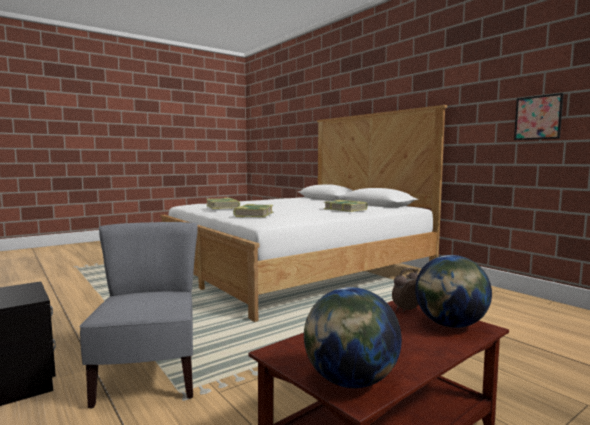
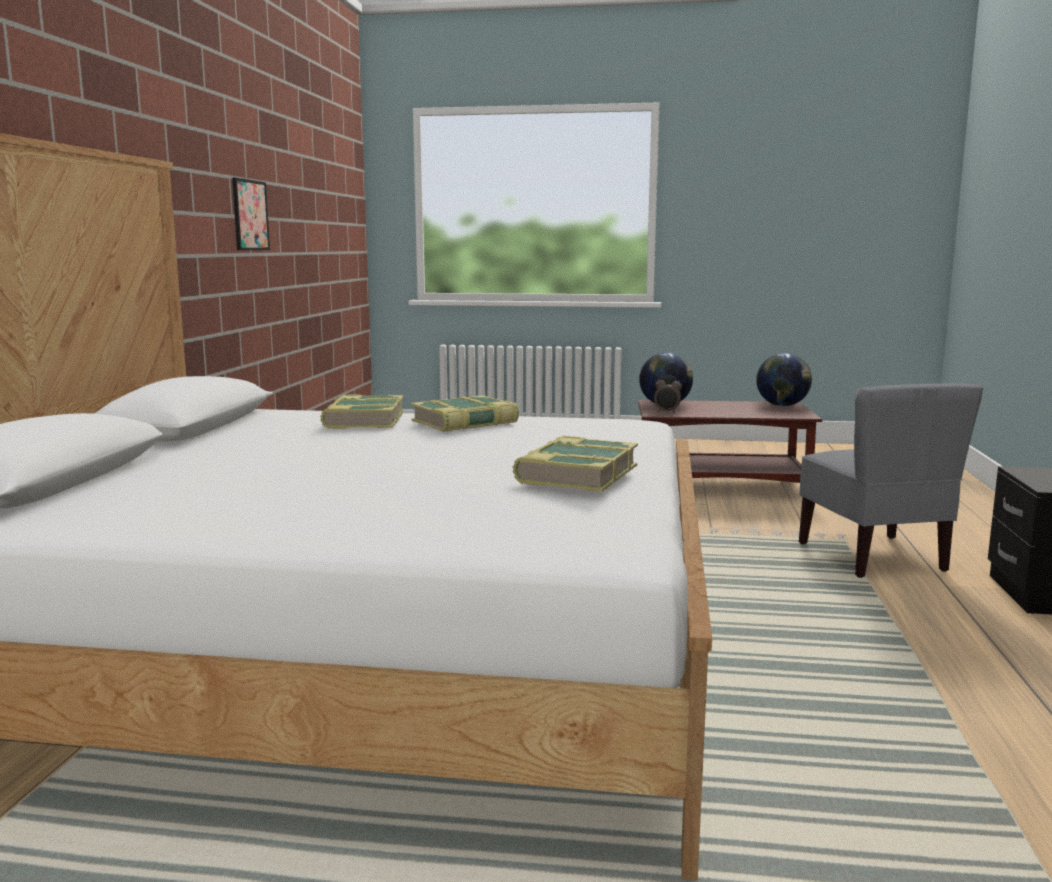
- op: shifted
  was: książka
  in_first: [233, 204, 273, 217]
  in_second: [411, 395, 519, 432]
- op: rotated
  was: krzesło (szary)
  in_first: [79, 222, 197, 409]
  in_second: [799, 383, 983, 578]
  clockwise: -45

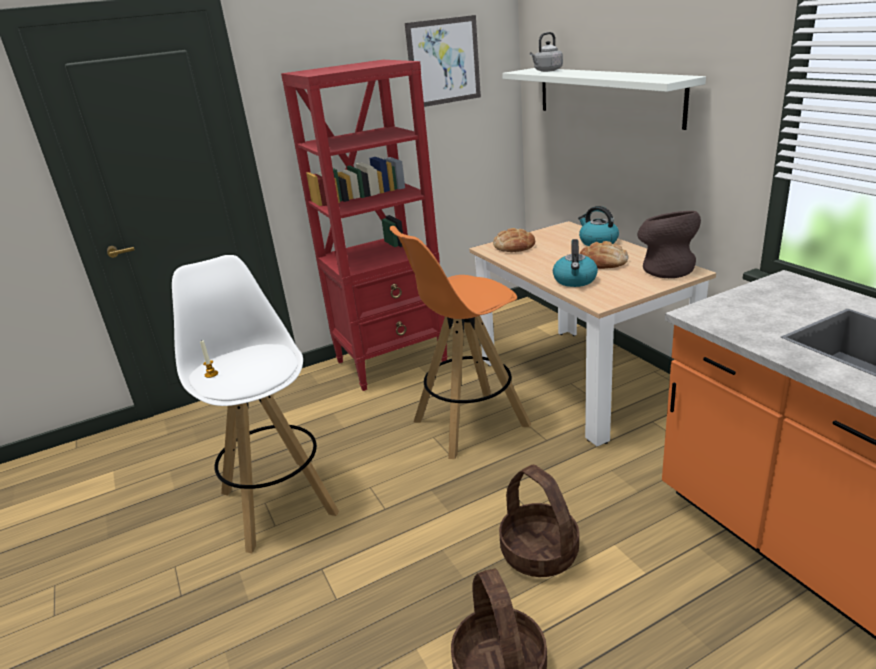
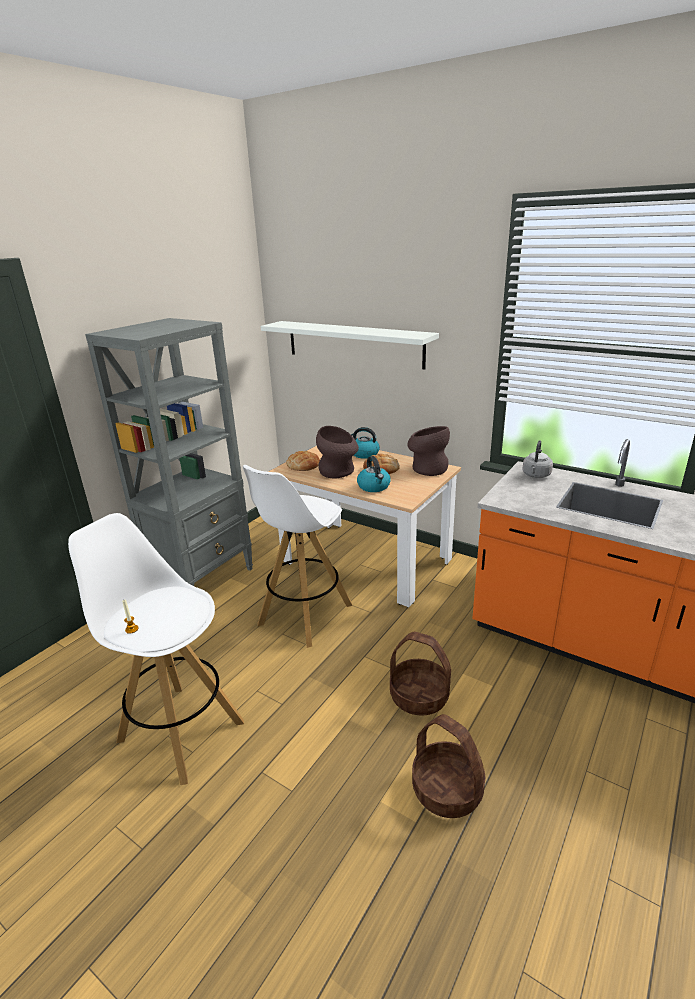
- op: repainted
  was: regał (czerwony)
  now: regał (szary)
  in_first: [281, 60, 448, 391]
  in_second: [85, 318, 253, 586]
- op: repainted
  was: stołek (pomarańczowy)
  now: stołek (biały)
  in_first: [389, 226, 531, 459]
  in_second: [243, 465, 353, 648]
- op: new
  now: wazon (brązowy)
  in_second: [316, 426, 359, 478]
- op: shifted
  was: czajnik (szary)
  in_first: [530, 32, 563, 72]
  in_second: [522, 440, 553, 478]
- op: gone
  was: obraz
  in_first: [405, 15, 481, 107]

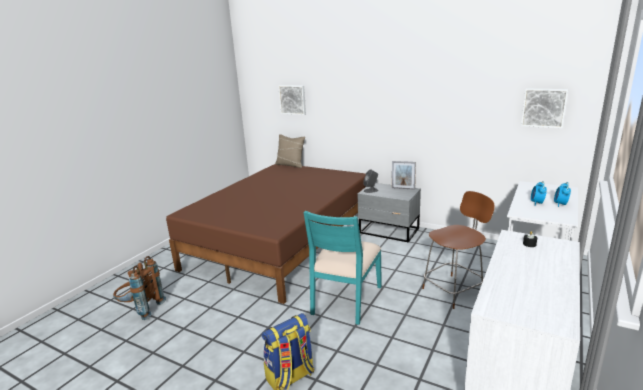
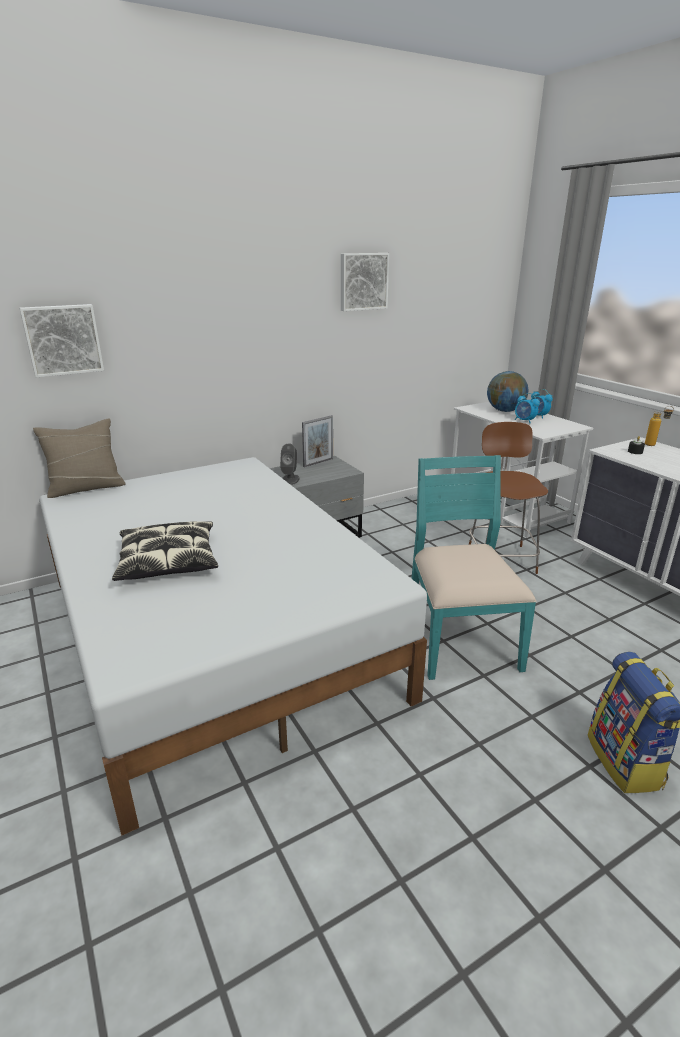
- op: repainted
  was: łóżko (brązowy)
  now: łóżko (biały)
  in_first: [166, 164, 366, 304]
  in_second: [39, 457, 427, 836]
- op: new
  now: poduszka
  in_second: [112, 521, 218, 581]
- op: shifted
  was: obraz
  in_first: [521, 89, 568, 128]
  in_second: [341, 253, 389, 311]
- op: rotated
  was: krzesło (turkusowy)
  in_first: [304, 211, 382, 325]
  in_second: [411, 455, 537, 680]
  clockwise: -150
- op: new
  now: globus
  in_second: [487, 371, 528, 412]
- op: new
  now: butelka
  in_second: [645, 406, 674, 446]
- op: gone
  was: plecak (brązowy)
  in_first: [113, 256, 166, 320]

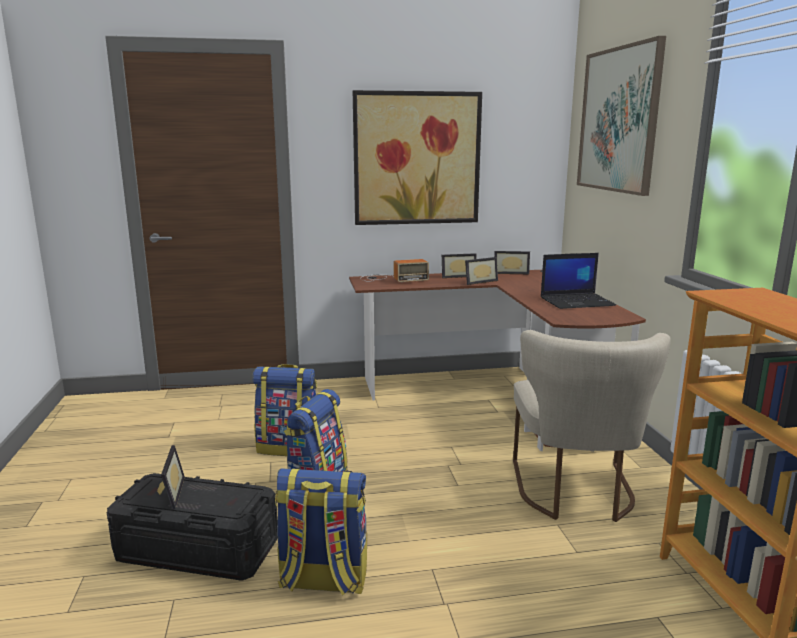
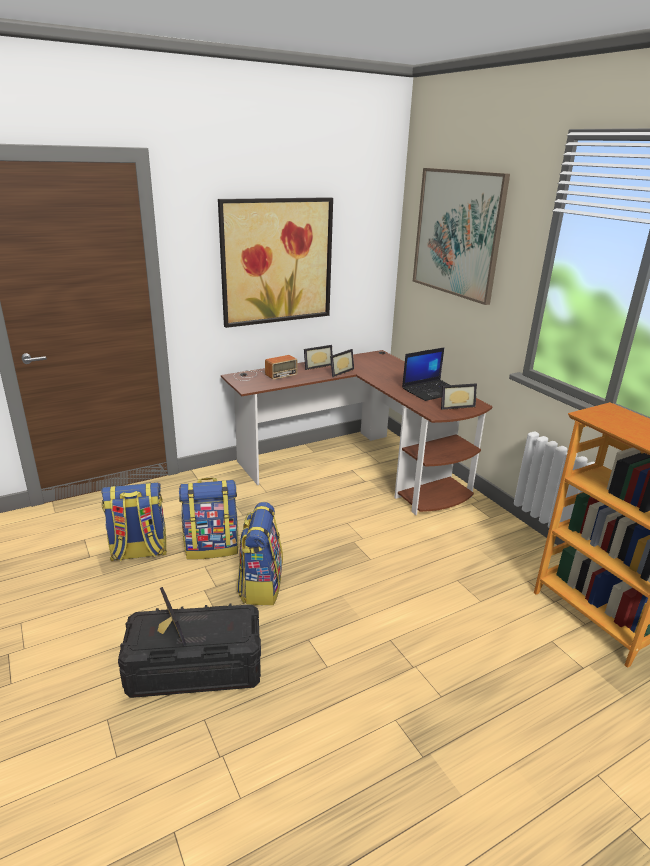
- op: shifted
  was: plecak
  in_first: [275, 468, 367, 596]
  in_second: [101, 482, 167, 561]
- op: shifted
  was: ramka na zdjęcie
  in_first: [494, 251, 530, 274]
  in_second: [441, 383, 477, 410]
- op: gone
  was: krzesło (beżowy)
  in_first: [513, 330, 671, 522]

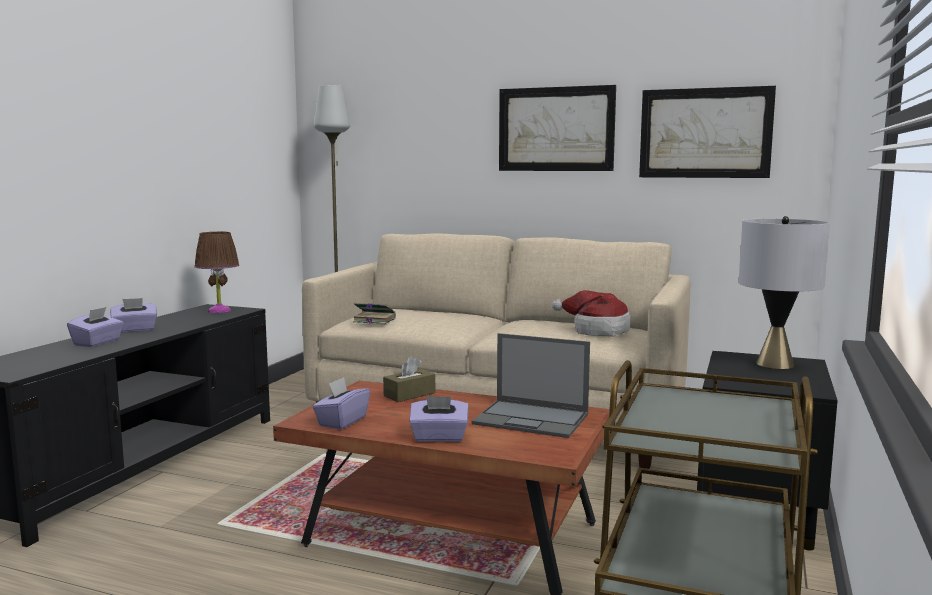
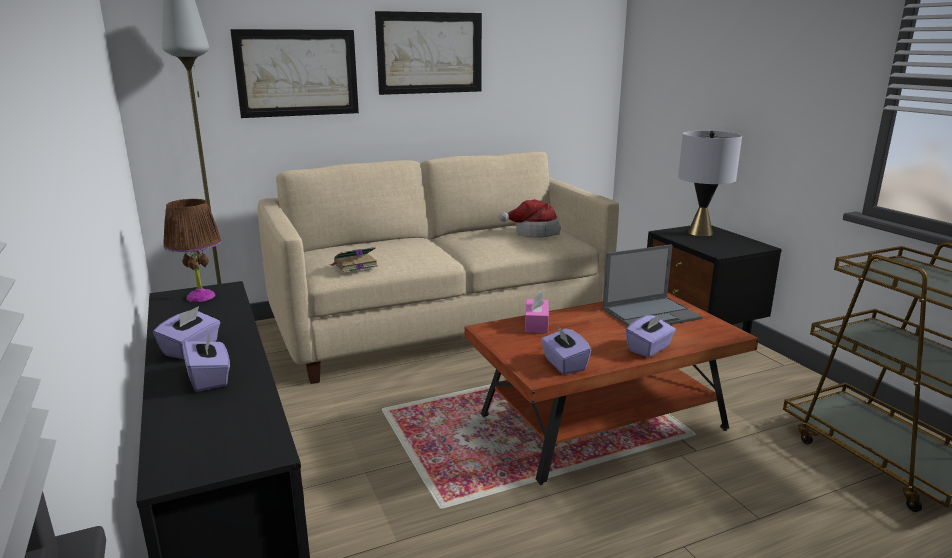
- op: shifted
  was: obraz
  in_first: [639, 86, 776, 178]
  in_second: [230, 29, 359, 118]
- op: repainted
  was: pudełko chusteczek (brązowy)
  now: pudełko chusteczek (różowy)
  in_first: [383, 356, 435, 402]
  in_second: [525, 290, 549, 333]

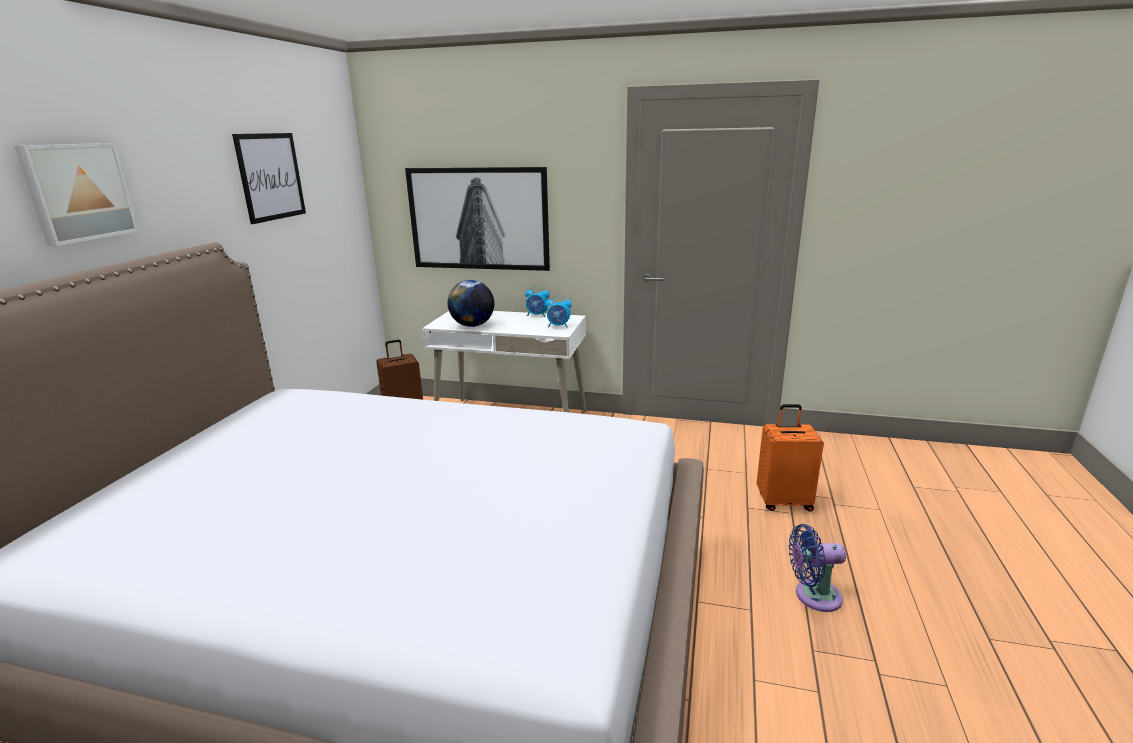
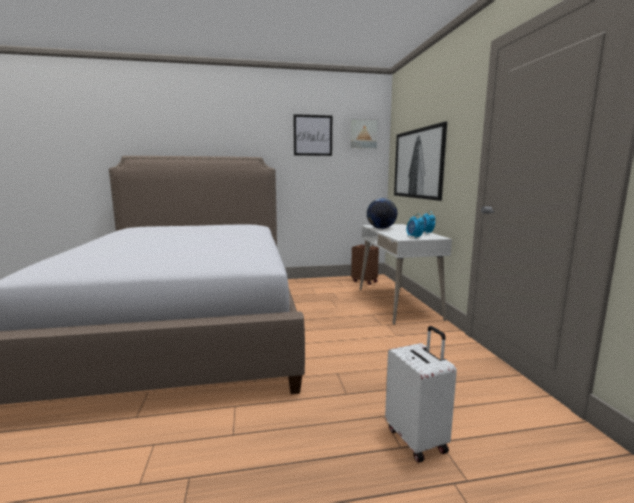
- op: shifted
  was: obraz
  in_first: [14, 143, 139, 246]
  in_second: [348, 118, 379, 150]
- op: repainted
  was: walizka (pomarańczowy)
  now: walizka (biały)
  in_first: [757, 404, 824, 512]
  in_second: [385, 326, 457, 463]
- op: gone
  was: wentylator (niebieski)
  in_first: [789, 524, 846, 612]

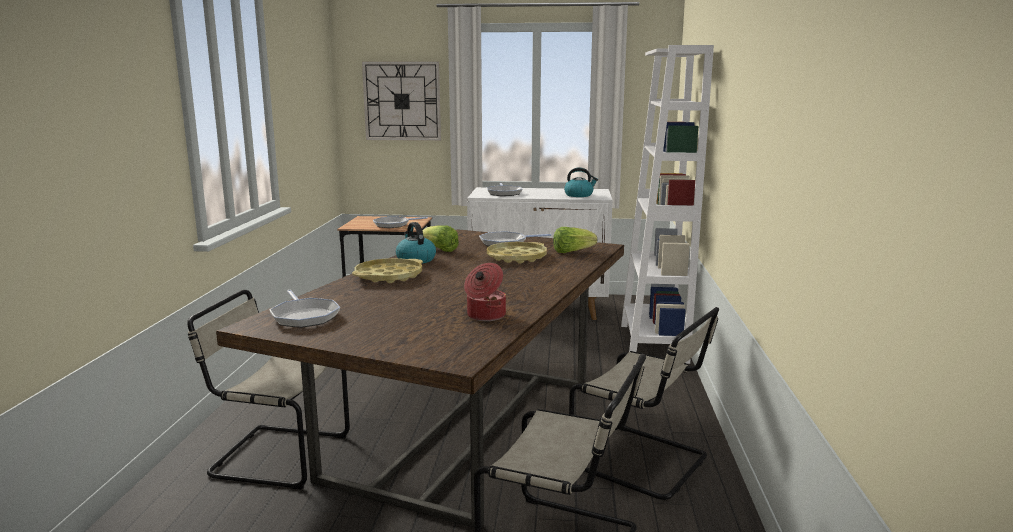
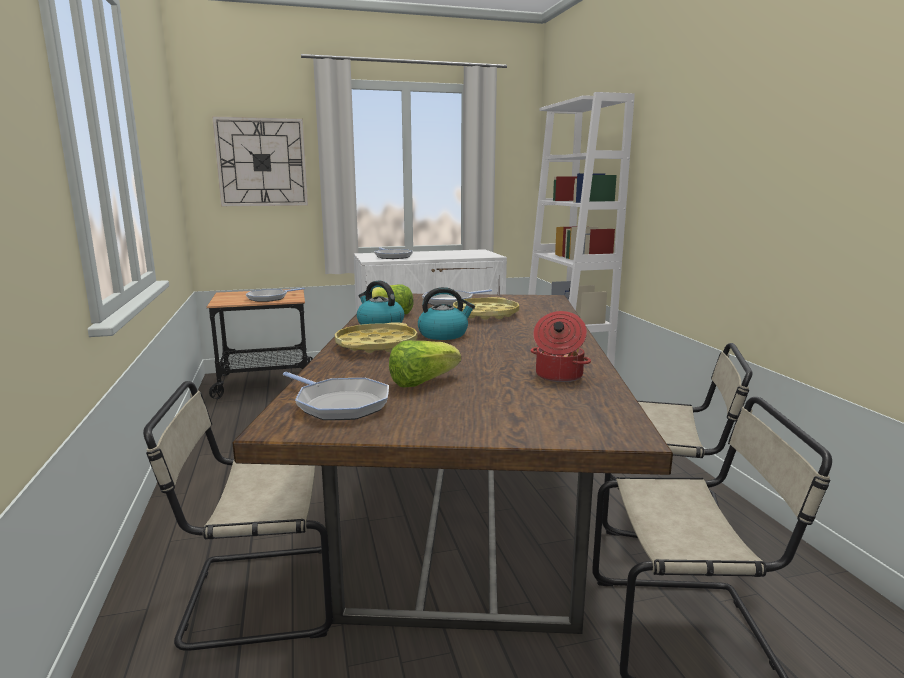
- op: shifted
  was: sałata
  in_first: [553, 227, 597, 253]
  in_second: [389, 340, 461, 387]
- op: shifted
  was: czajnik
  in_first: [564, 167, 598, 197]
  in_second: [418, 287, 475, 340]

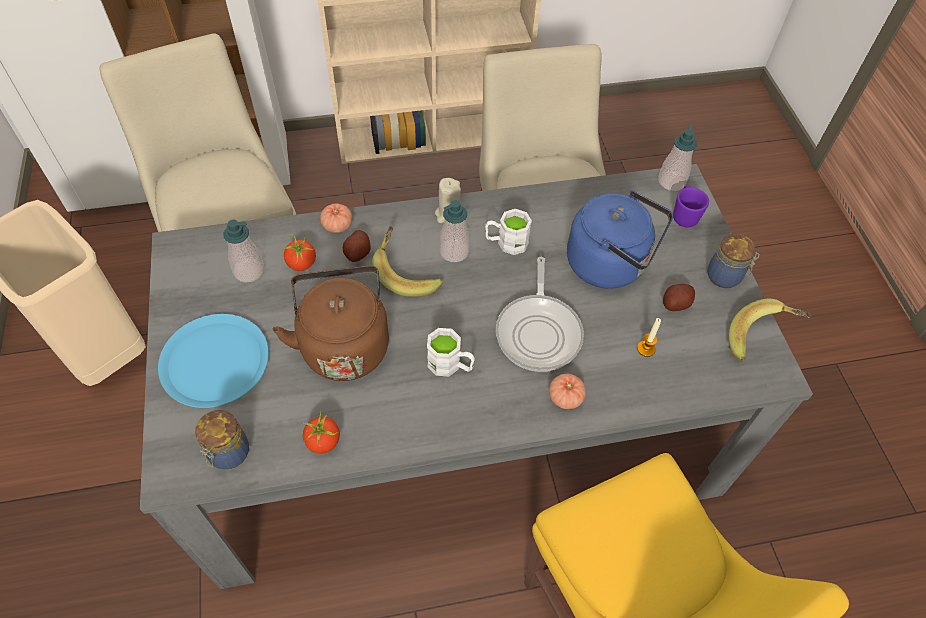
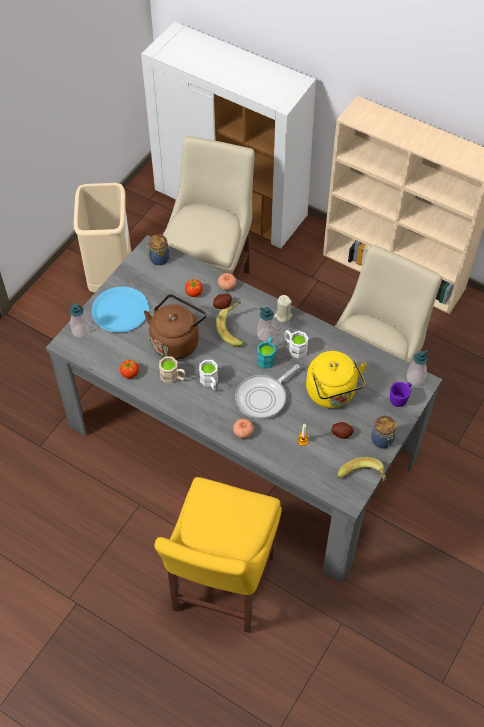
- op: shifted
  was: dozownik mydła
  in_first: [223, 219, 264, 282]
  in_second: [69, 303, 90, 338]
- op: shifted
  was: słoik
  in_first: [195, 410, 249, 469]
  in_second: [147, 234, 169, 265]
- op: new
  now: kubek (beżowy)
  in_second: [159, 356, 186, 384]
- op: new
  now: kubek (turkusowy)
  in_second: [257, 337, 276, 369]
- op: repainted
  was: czajnik (niebieski)
  now: czajnik (żółty)
  in_first: [567, 190, 673, 289]
  in_second: [306, 351, 367, 408]

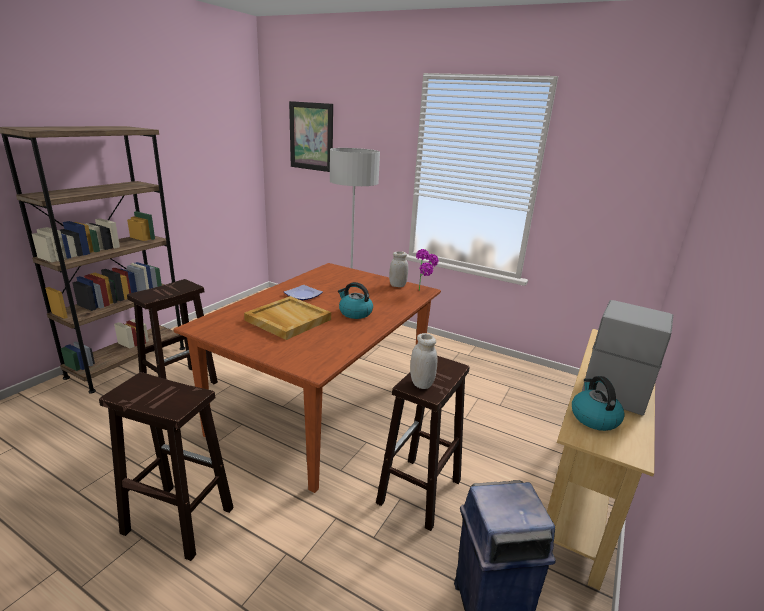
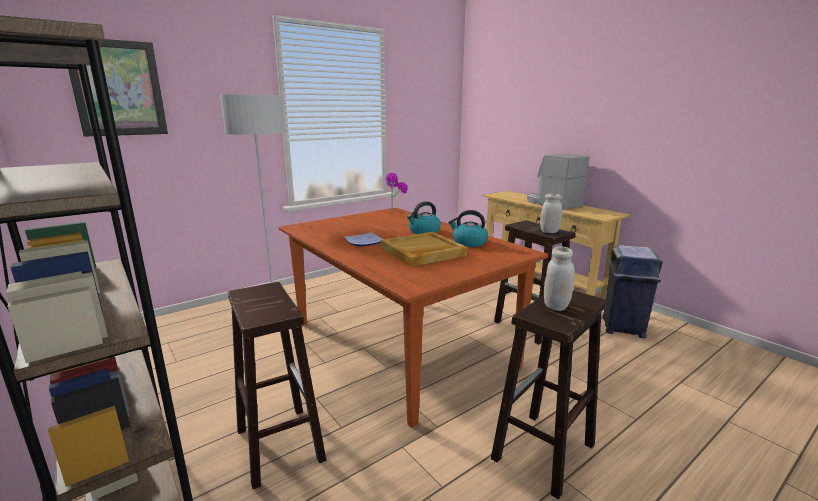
- op: shifted
  was: czajnik
  in_first: [572, 376, 625, 431]
  in_second: [448, 210, 488, 247]
- op: shifted
  was: słoik (biały)
  in_first: [389, 251, 408, 287]
  in_second: [544, 246, 575, 311]

